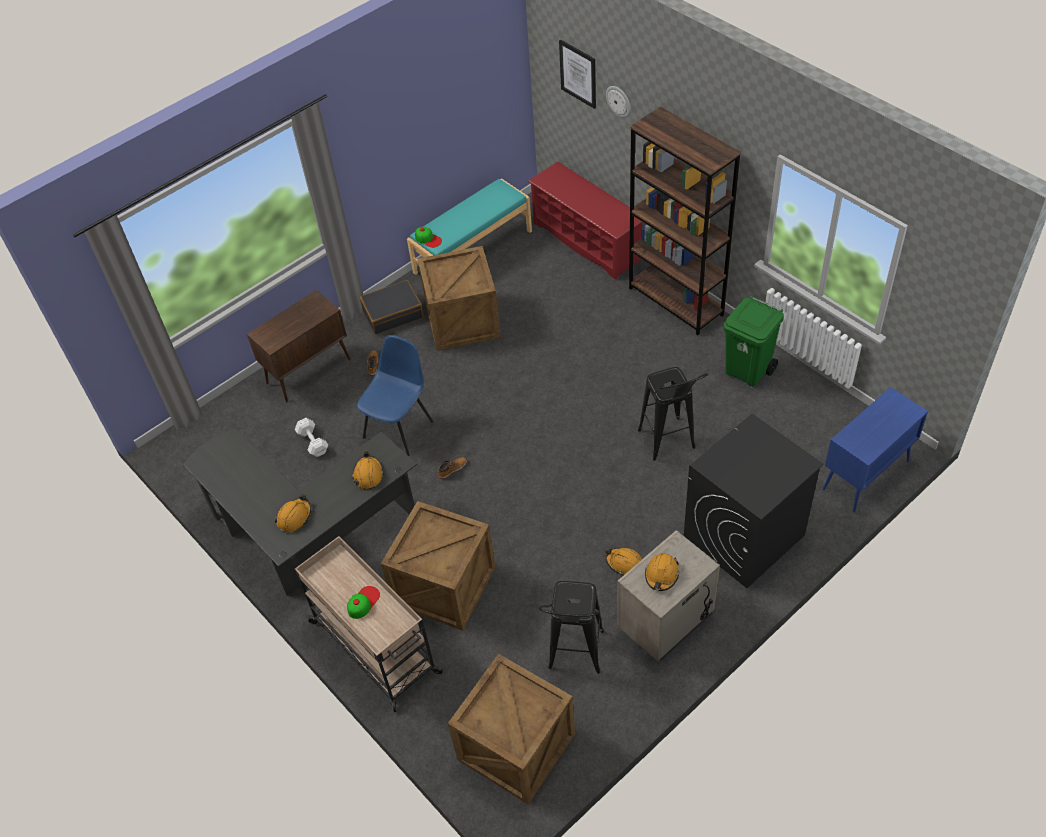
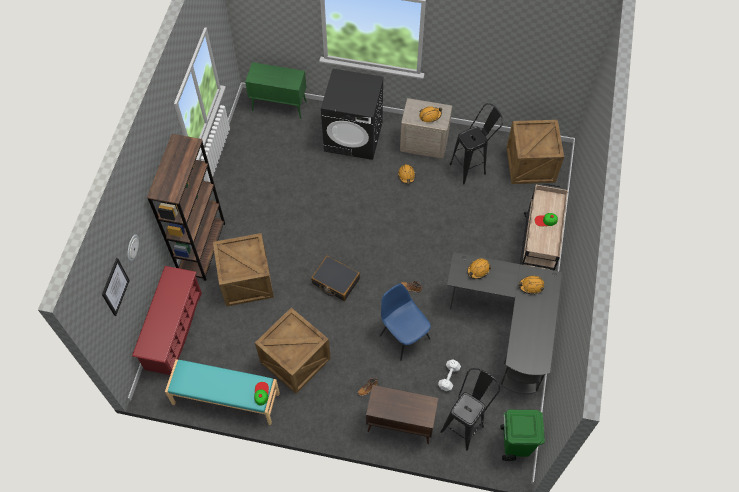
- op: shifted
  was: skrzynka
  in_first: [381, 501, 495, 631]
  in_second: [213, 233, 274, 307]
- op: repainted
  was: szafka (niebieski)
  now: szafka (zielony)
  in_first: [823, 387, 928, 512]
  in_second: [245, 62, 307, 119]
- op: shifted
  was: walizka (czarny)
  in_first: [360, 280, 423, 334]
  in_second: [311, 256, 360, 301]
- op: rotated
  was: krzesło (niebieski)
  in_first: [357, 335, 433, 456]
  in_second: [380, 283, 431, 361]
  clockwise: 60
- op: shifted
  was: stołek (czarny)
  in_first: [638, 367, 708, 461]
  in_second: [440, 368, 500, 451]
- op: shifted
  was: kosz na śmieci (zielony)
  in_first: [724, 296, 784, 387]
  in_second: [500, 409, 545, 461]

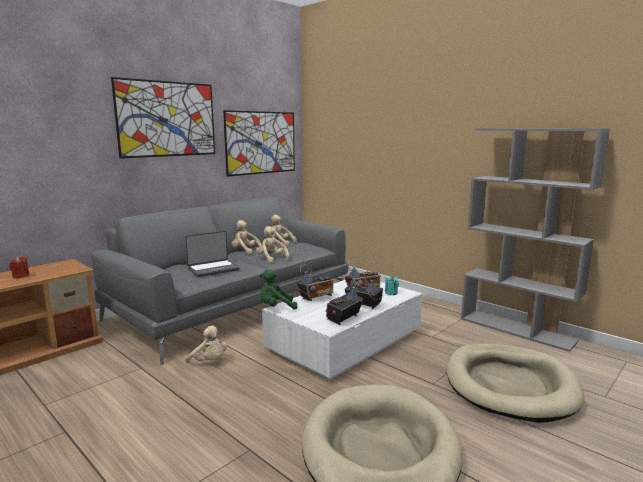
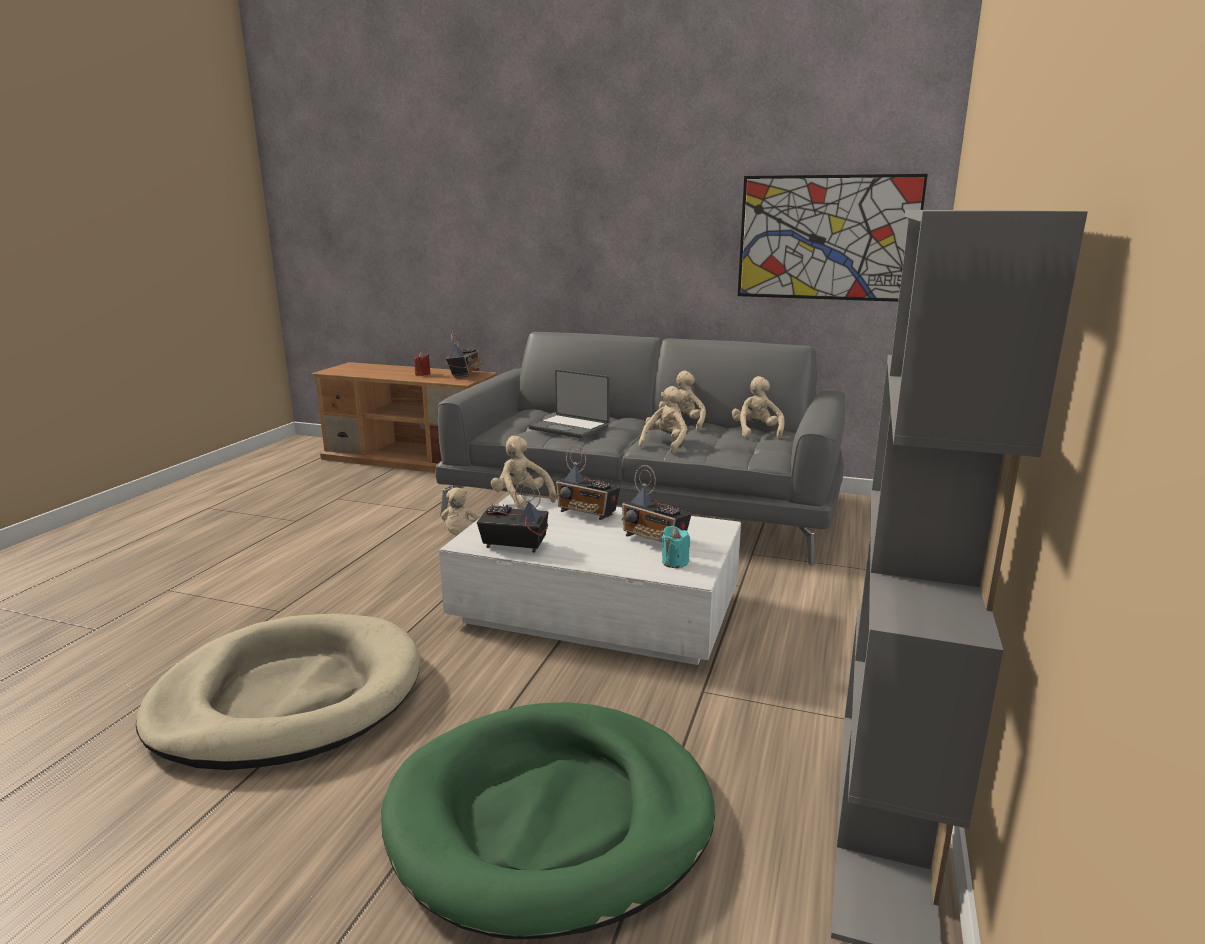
- op: repainted
  was: legowisko (beżowy)
  now: legowisko (zielony)
  in_first: [447, 344, 584, 423]
  in_second: [381, 702, 715, 939]
- op: shifted
  was: radio
  in_first: [345, 270, 383, 310]
  in_second: [446, 331, 483, 378]
- op: repainted
  was: pluszak (zielony)
  now: pluszak (beżowy)
  in_first: [260, 269, 297, 310]
  in_second: [491, 436, 556, 509]
- op: gone
  was: obraz
  in_first: [111, 77, 215, 159]

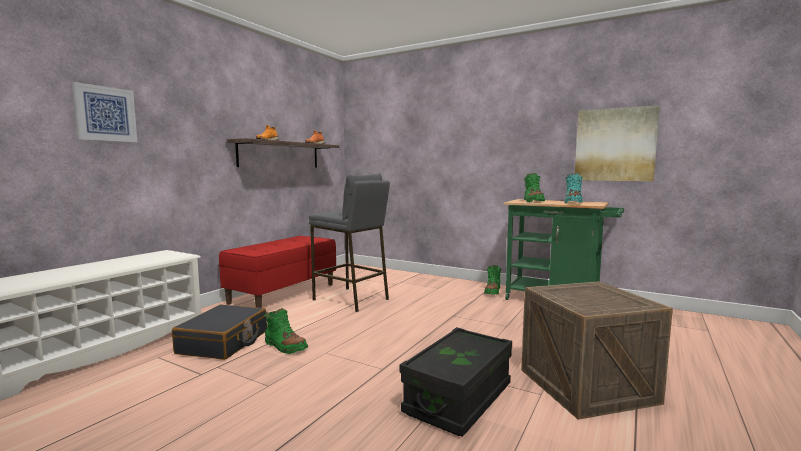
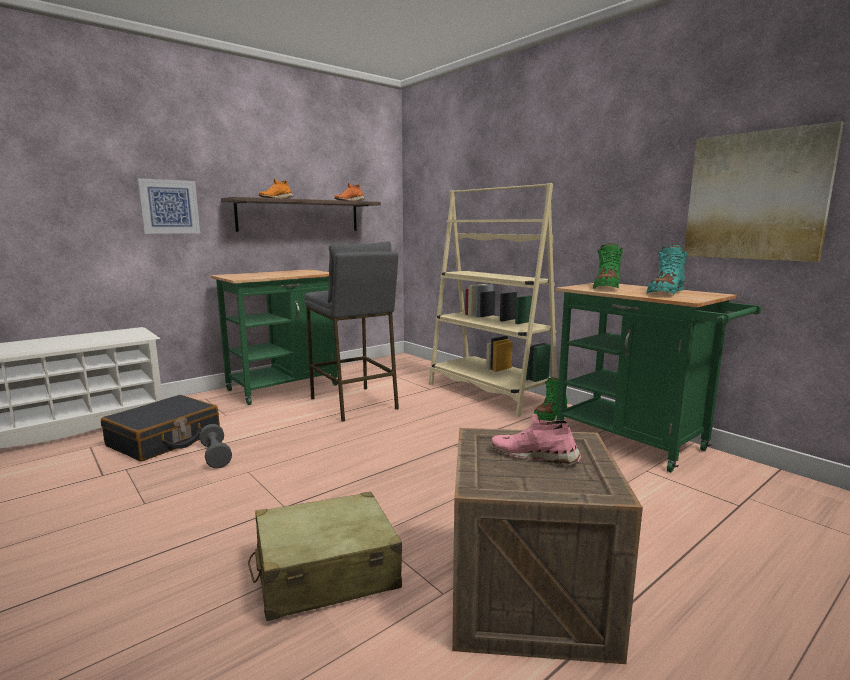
- op: shifted
  was: obraz
  in_first: [72, 82, 137, 142]
  in_second: [137, 178, 200, 234]
- op: swapped
  was: but z cholewką (zielony)
  now: hantel (szary)
  in_first: [264, 308, 308, 354]
  in_second: [199, 424, 232, 468]
- op: swapped
  was: ławka (czerwony)
  now: wózek (zielony)
  in_first: [219, 236, 336, 308]
  in_second: [210, 269, 338, 405]
- op: swapped
  was: pojemnik do przechowywania (czarny)
  now: walizka (beżowy)
  in_first: [400, 327, 512, 437]
  in_second: [248, 492, 402, 621]
- op: new
  now: regał (beżowy)
  in_second: [429, 183, 557, 417]
- op: new
  now: but (różowy)
  in_second: [492, 414, 581, 466]

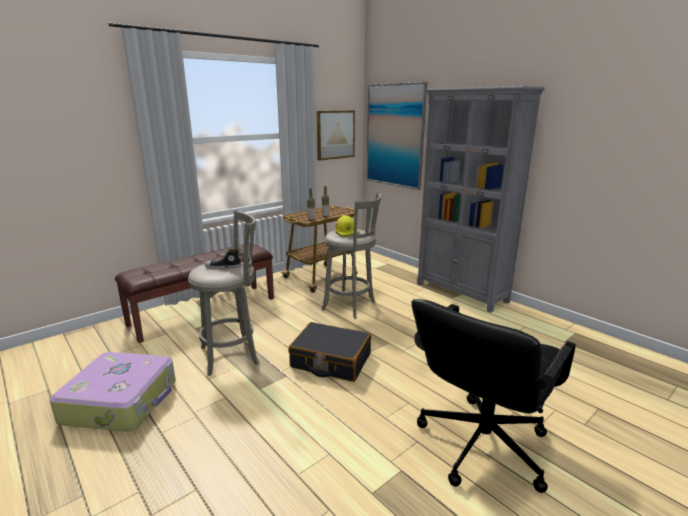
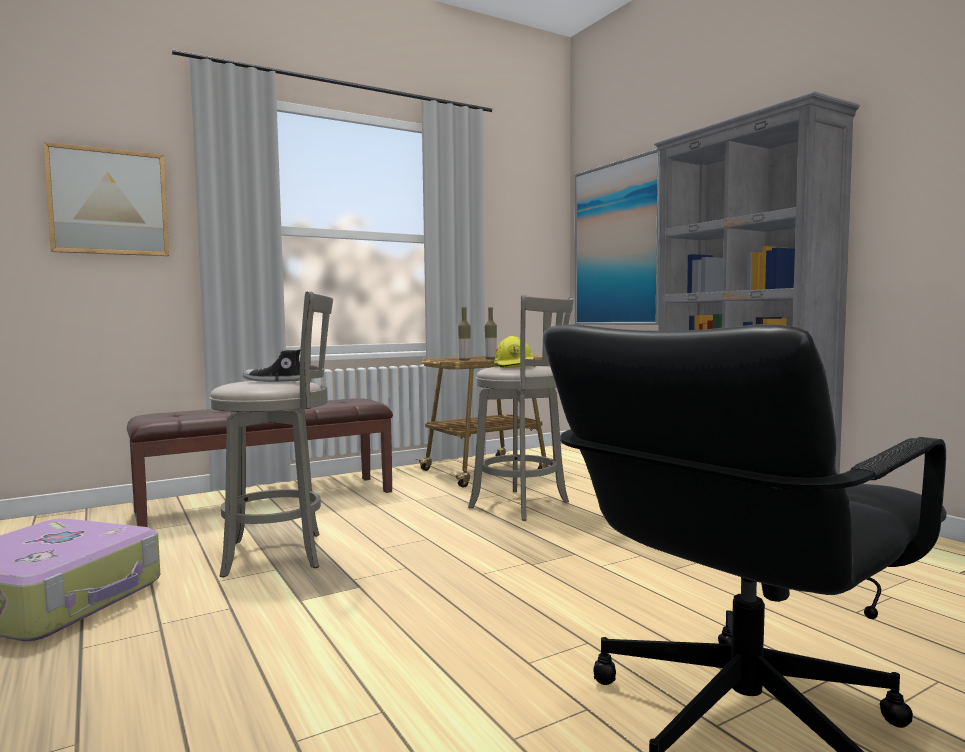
- op: shifted
  was: obraz
  in_first: [317, 110, 355, 160]
  in_second: [43, 142, 169, 256]
- op: gone
  was: walizka (czarny)
  in_first: [288, 322, 371, 382]

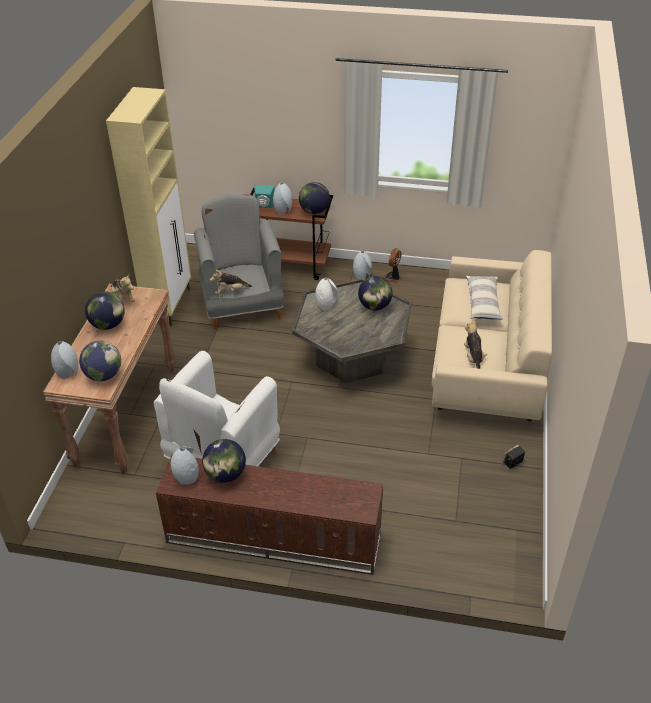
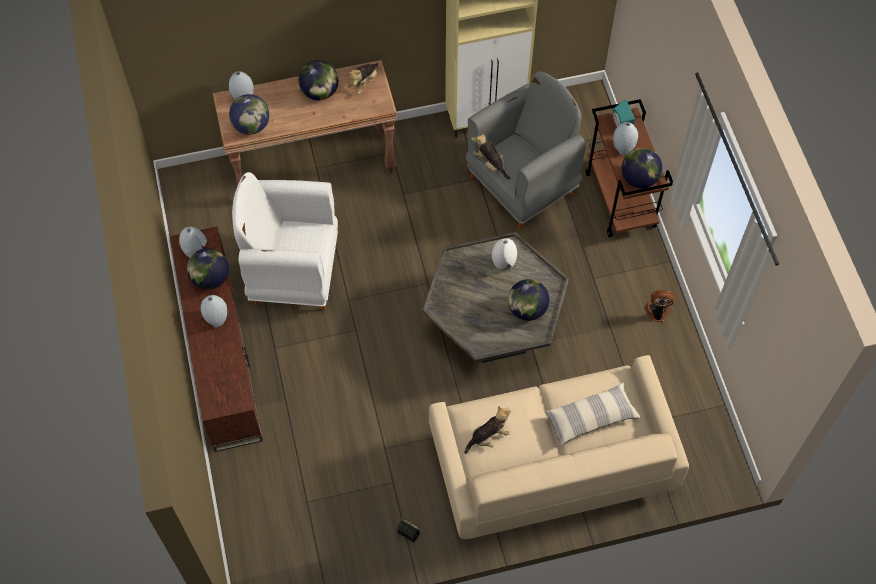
- op: shifted
  was: wazon (szary)
  in_first: [353, 251, 372, 279]
  in_second: [201, 295, 227, 328]

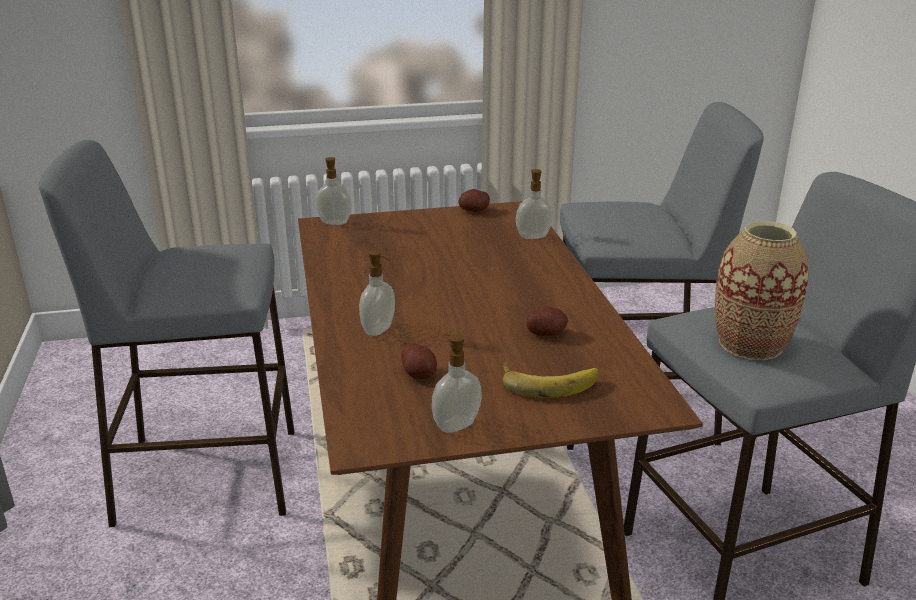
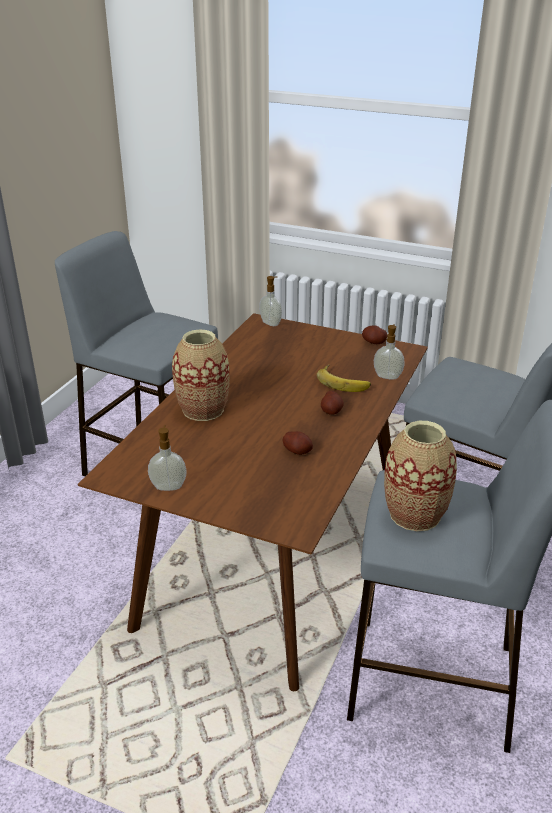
- op: swapped
  was: dozownik mydła
  now: wazon
  in_first: [359, 250, 395, 336]
  in_second: [172, 330, 230, 421]
- op: shifted
  was: banan
  in_first: [503, 362, 599, 398]
  in_second: [317, 364, 371, 392]
- op: shifted
  was: ziemniak
  in_first: [401, 344, 437, 379]
  in_second: [321, 391, 344, 415]

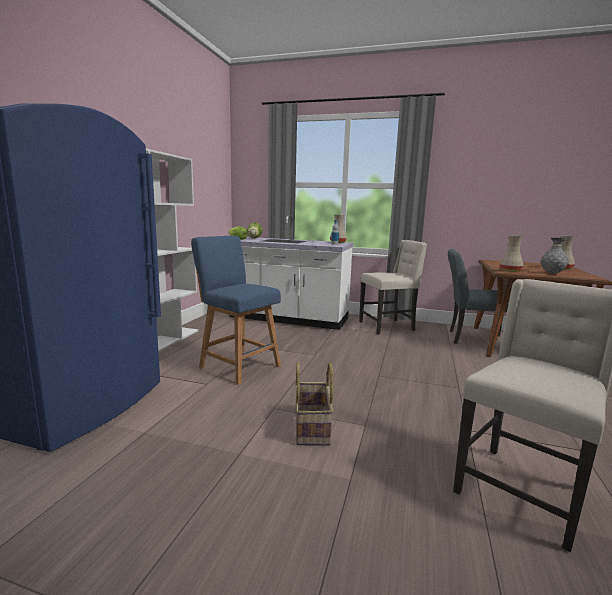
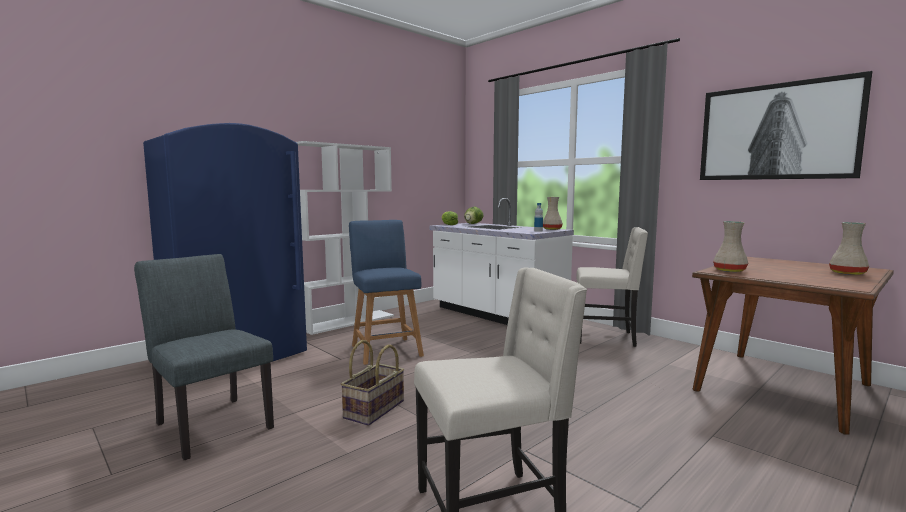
- op: shifted
  was: krzesło (szary)
  in_first: [448, 249, 510, 344]
  in_second: [134, 254, 274, 461]
- op: new
  now: obraz
  in_second: [700, 71, 872, 180]
- op: gone
  was: wazon (szary)
  in_first: [541, 237, 569, 274]

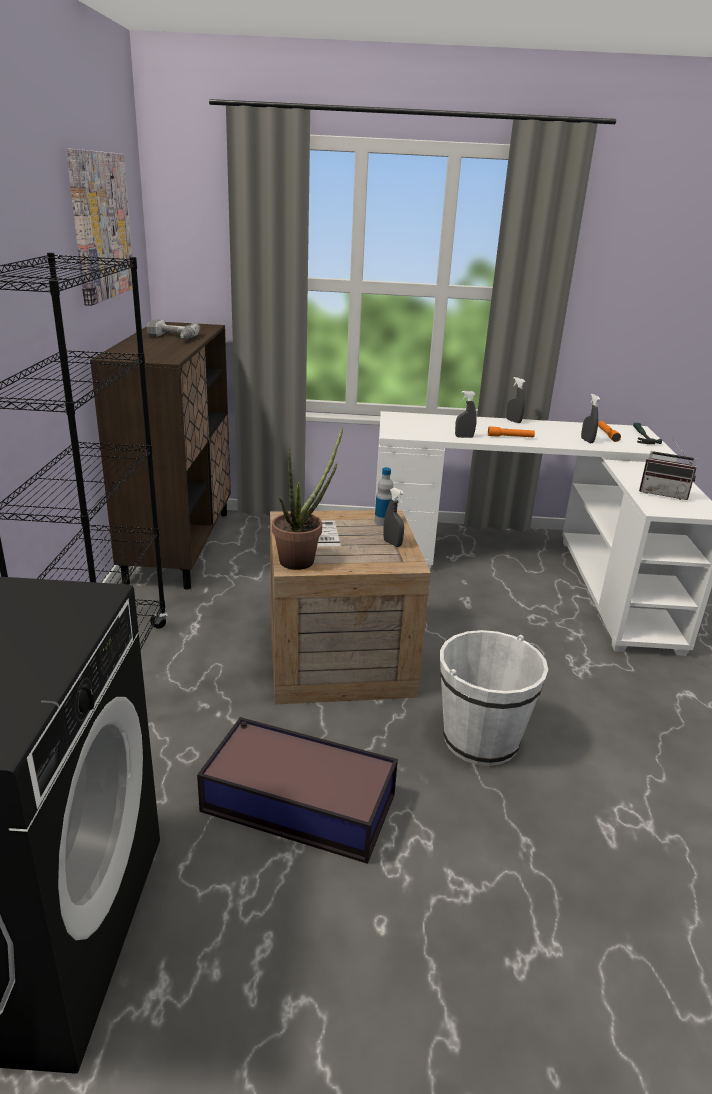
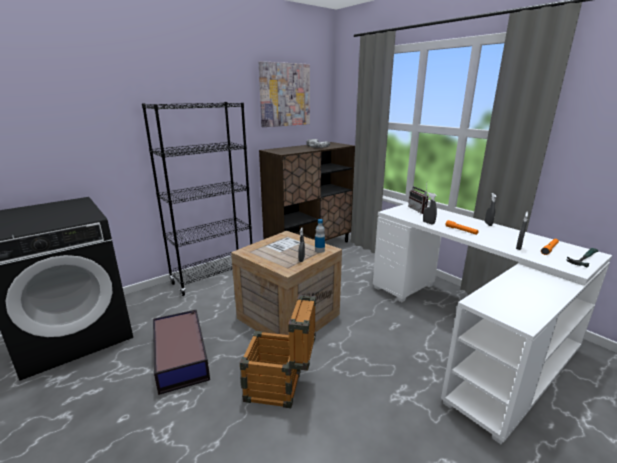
- op: swapped
  was: wiadro (biały)
  now: skrzynka
  in_first: [440, 630, 548, 766]
  in_second: [240, 295, 316, 408]
- op: shifted
  was: radio
  in_first: [639, 440, 697, 500]
  in_second: [408, 185, 429, 214]
- op: gone
  was: roślina doniczkowa
  in_first: [272, 426, 343, 570]

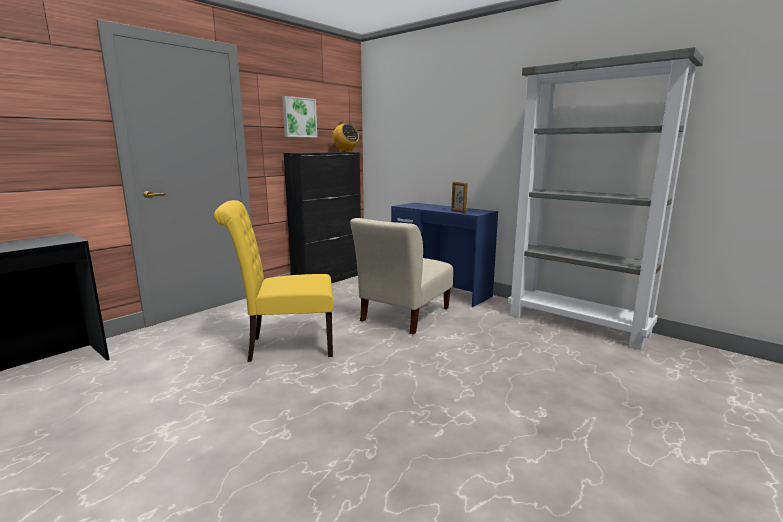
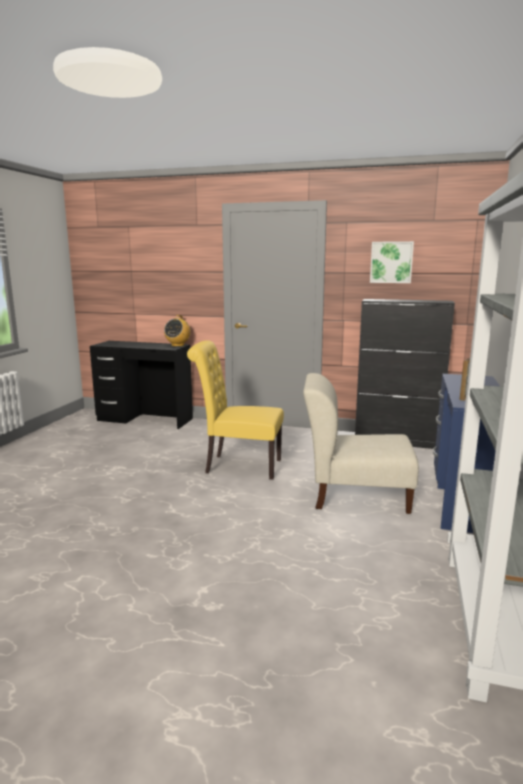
- op: shifted
  was: radio
  in_first: [331, 121, 359, 152]
  in_second: [164, 315, 191, 347]
- op: rotated
  was: krzesło (żółty)
  in_first: [214, 200, 333, 362]
  in_second: [187, 340, 284, 480]
  clockwise: -45

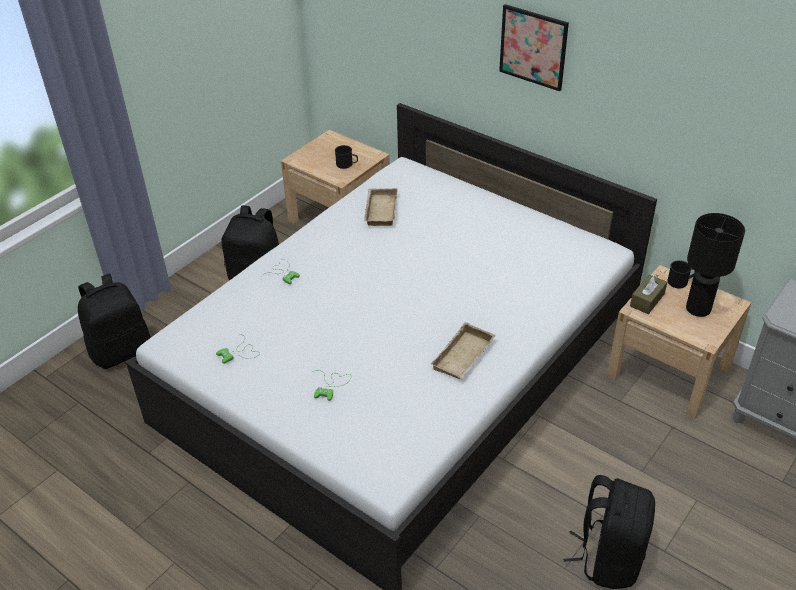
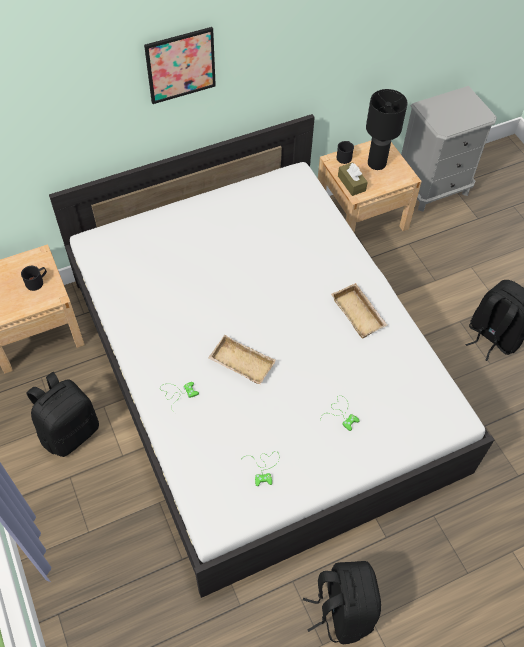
- op: shifted
  was: taca (beżowy)
  in_first: [364, 188, 398, 226]
  in_second: [208, 335, 276, 384]
- op: shifted
  was: plecak (czarny)
  in_first: [78, 274, 151, 369]
  in_second: [303, 561, 381, 644]

